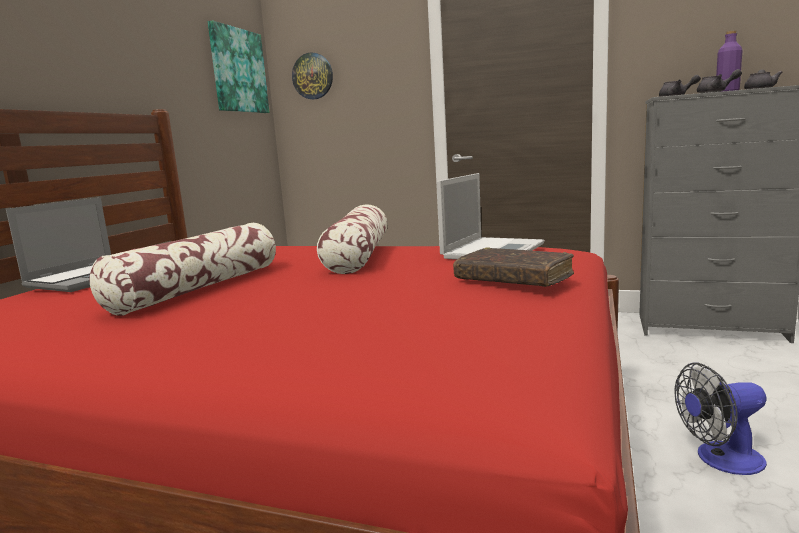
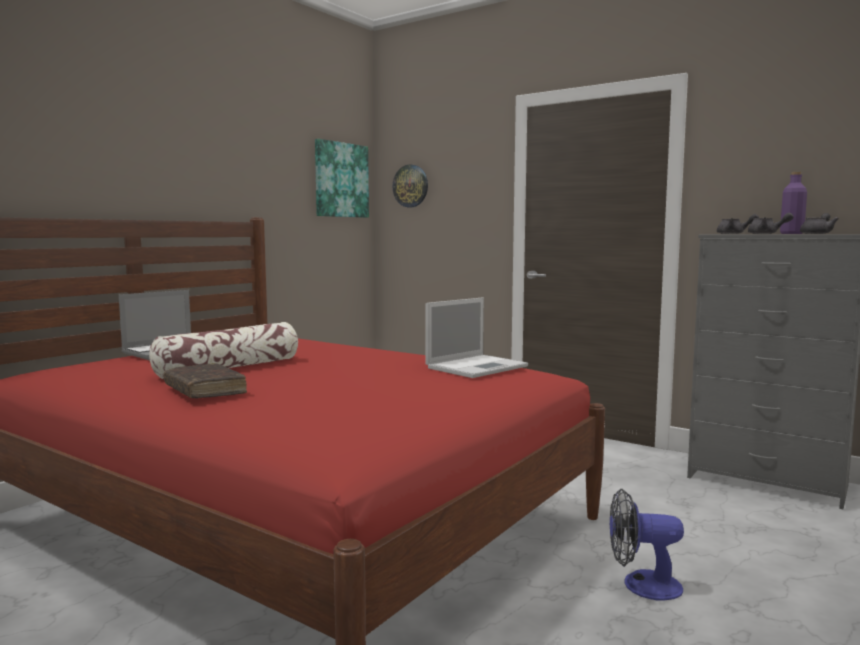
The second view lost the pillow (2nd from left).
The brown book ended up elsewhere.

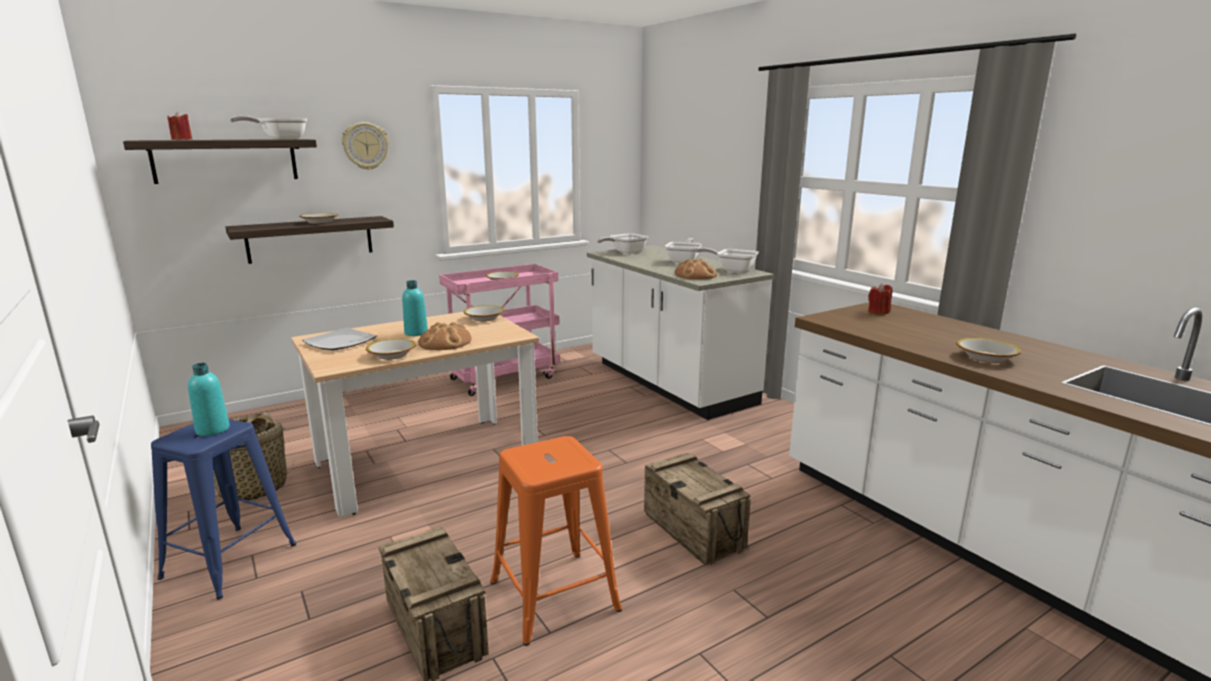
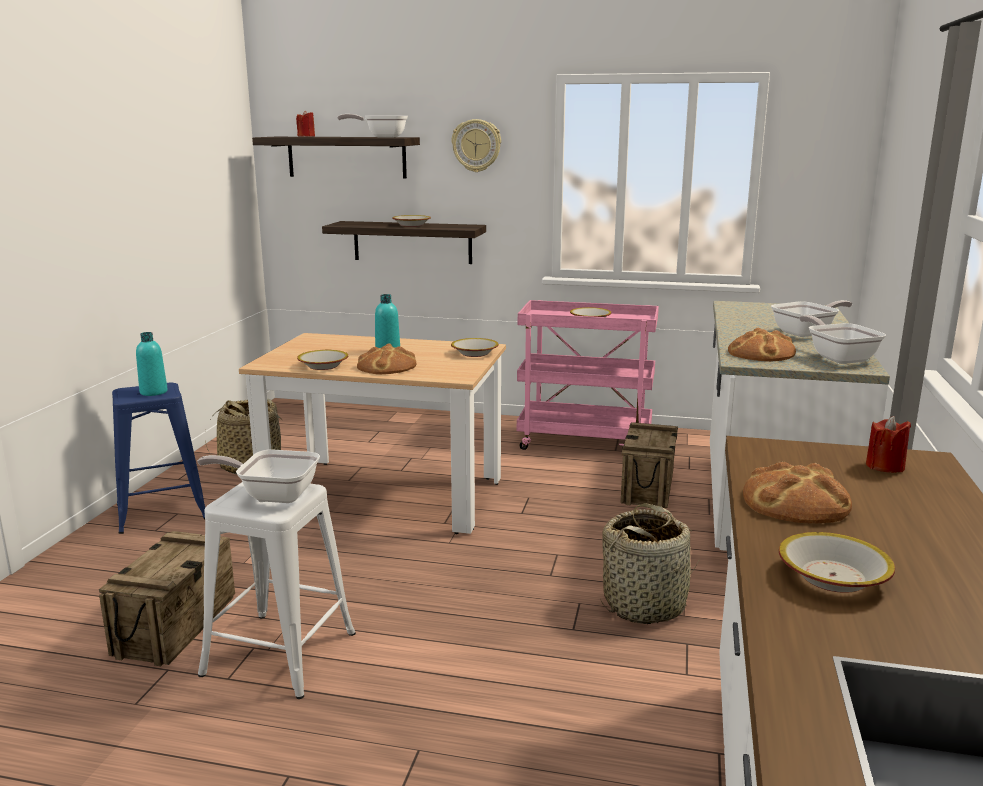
The frying pan (2nd from left in the first image) ended up elsewhere.
The second view lost the plate.
What was the orange stool turned into the white stool.
The crate (2nd from left) ended up elsewhere.
The second view gained the bread (3rd from left).
The second view gained the basket (2nd from left).

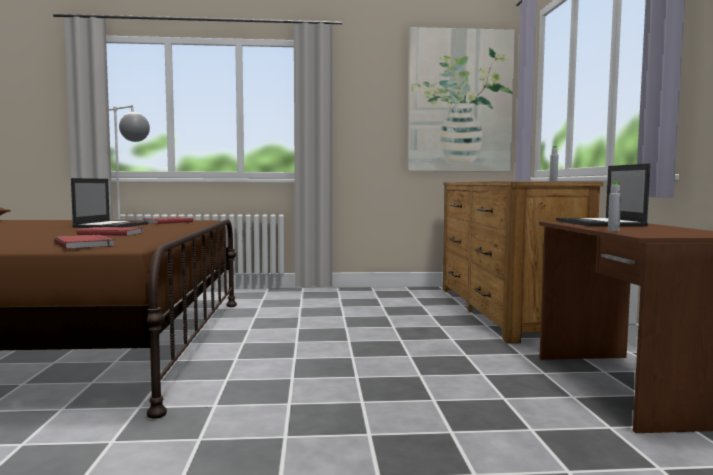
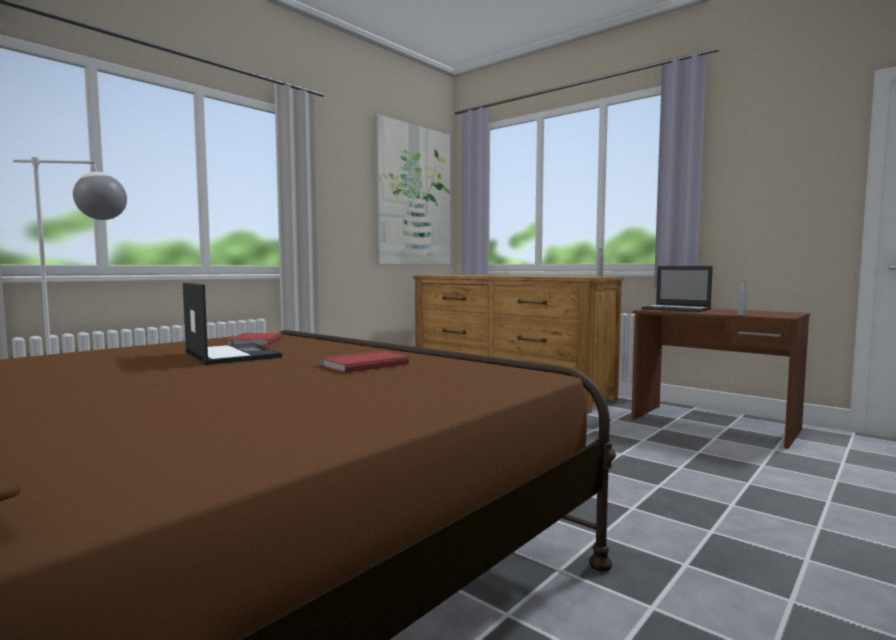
The second view lost the red book (1st from left).

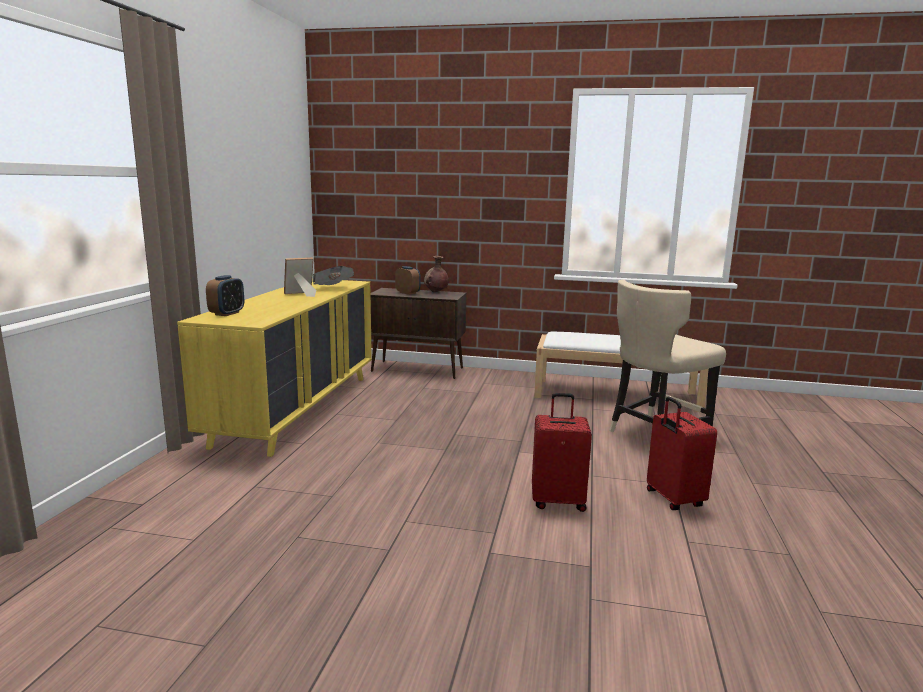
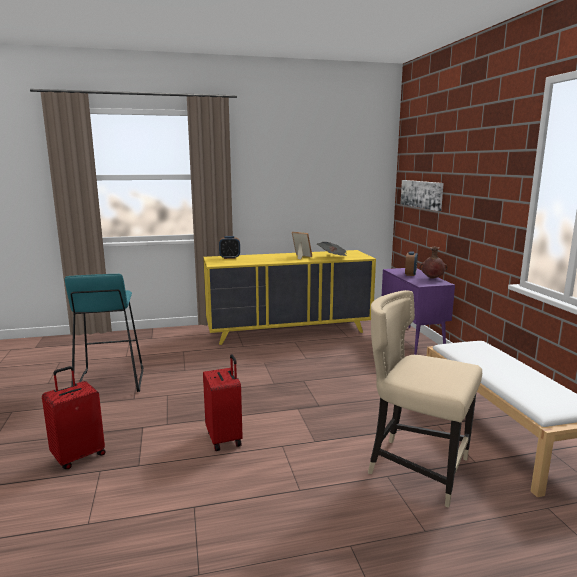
What was the brown cabinet turned into the purple cabinet.
The red suitcase (2nd from left in the first image) ended up elsewhere.
The second view gained the picture.
The second view gained the turquoise stool.

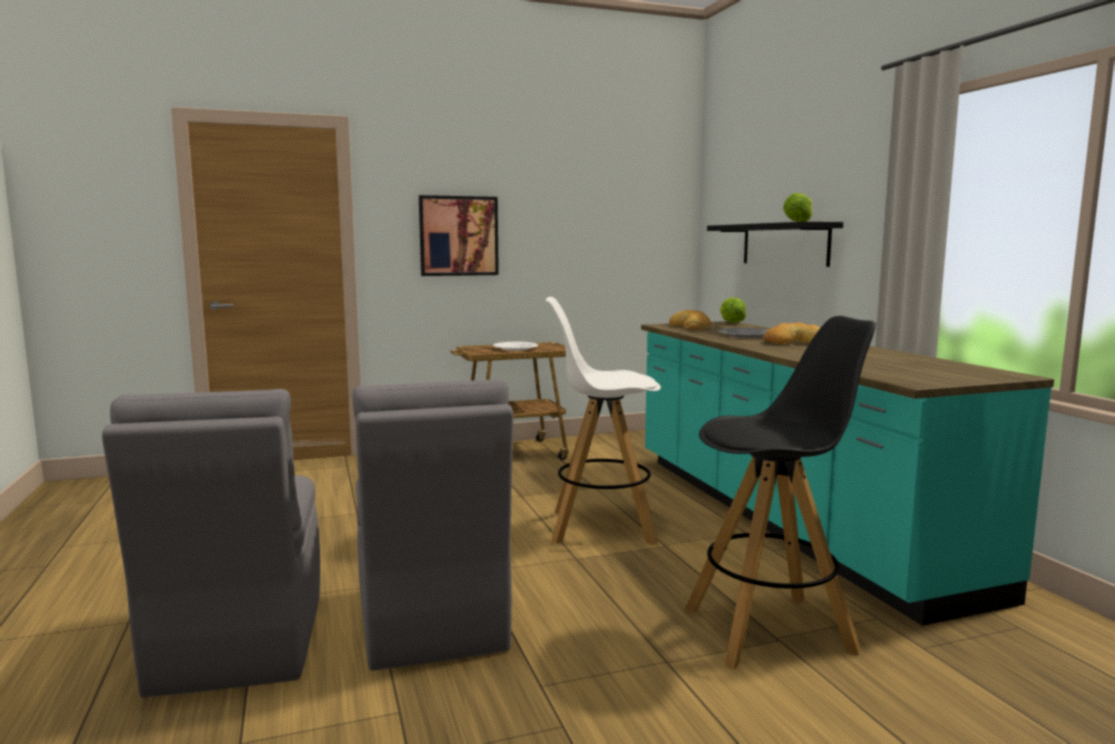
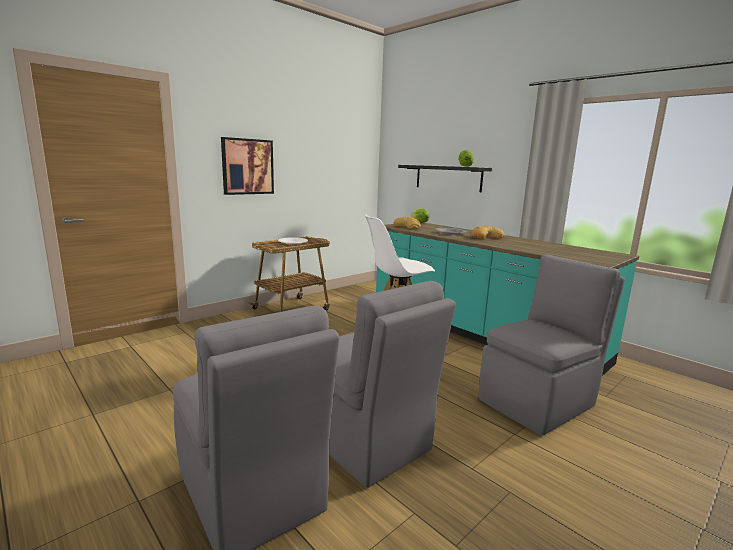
Where the black stool stood, the grey chair (3rd from left) came to stand.

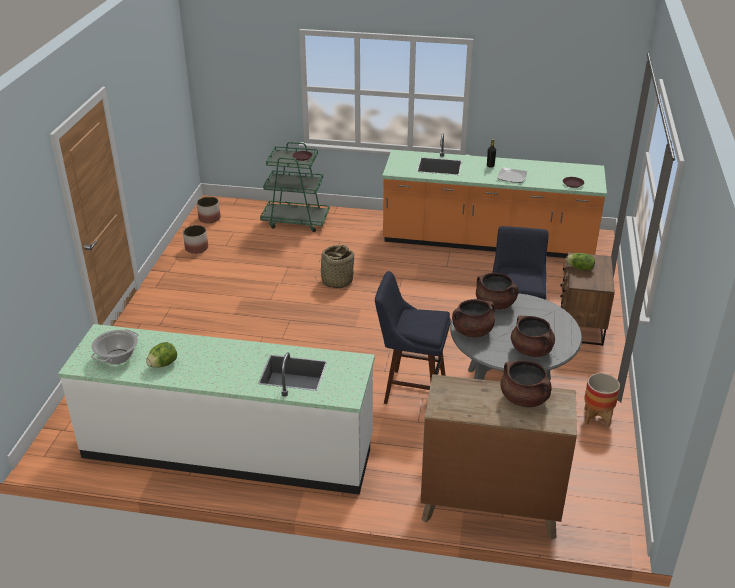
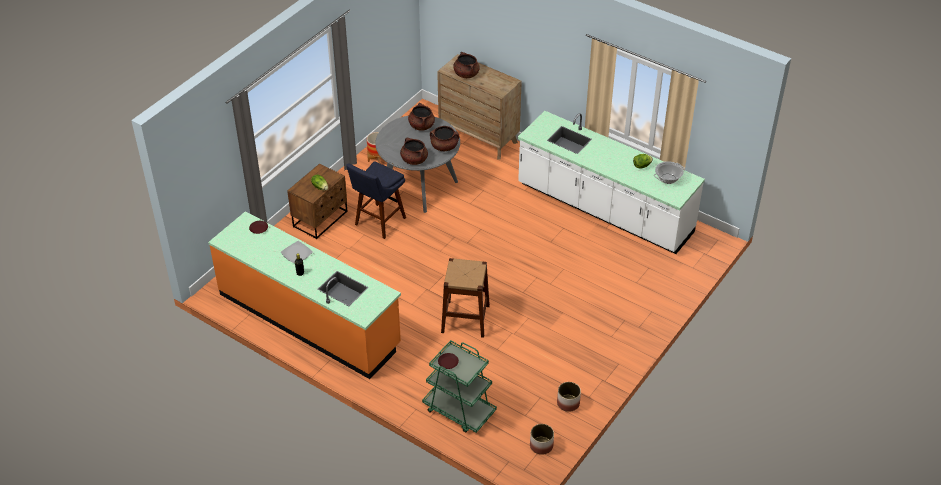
Where the basket stood, the brown stool came to stand.
The second view lost the blue stool (1st from left).

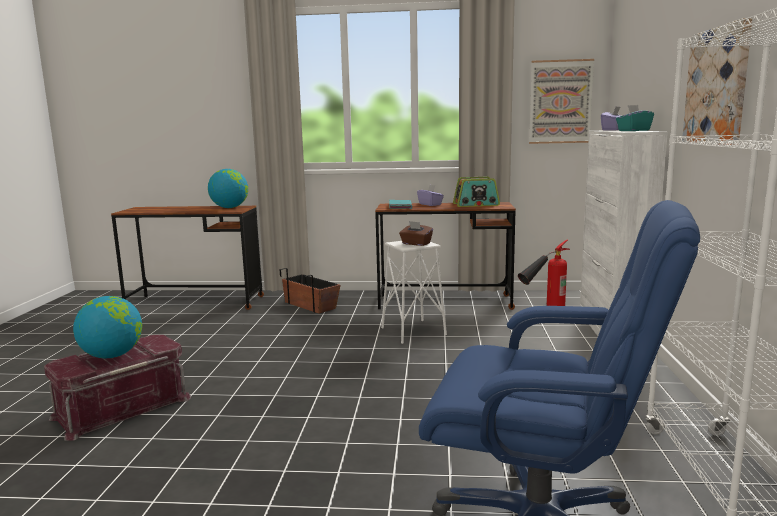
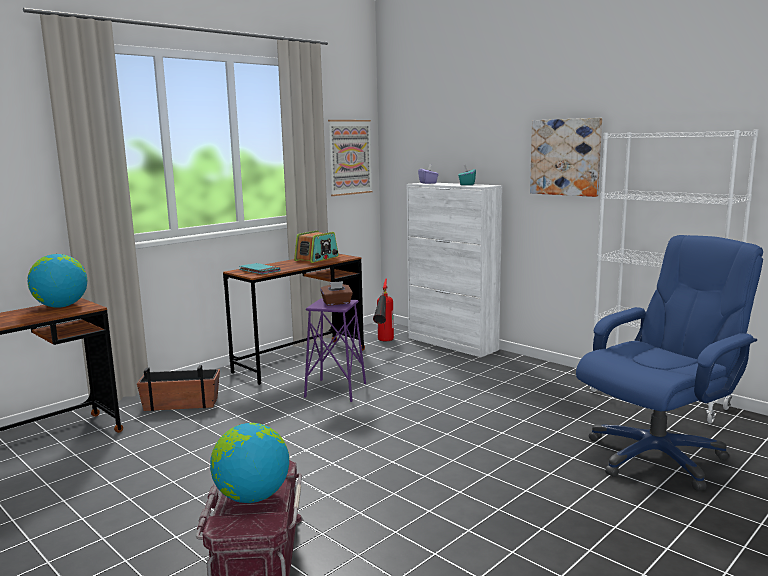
The second view lost the purple tissue box (1st from left).
What was the white stool turned into the purple stool.

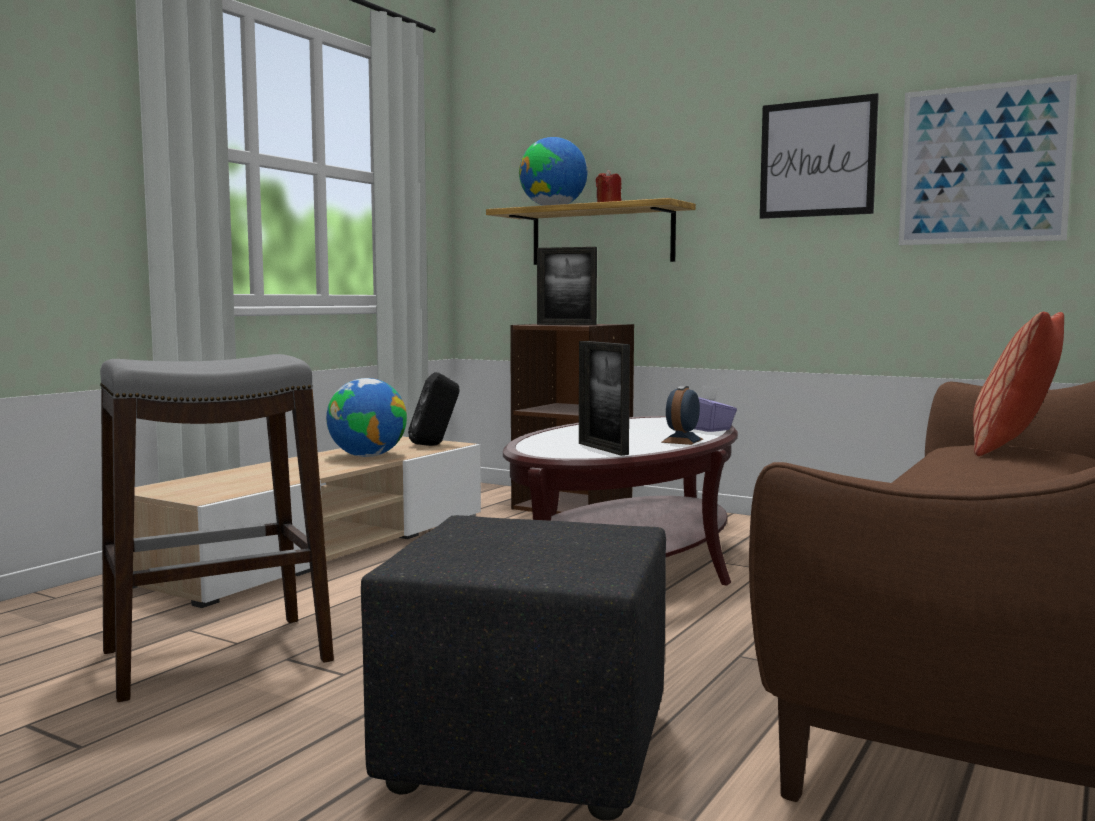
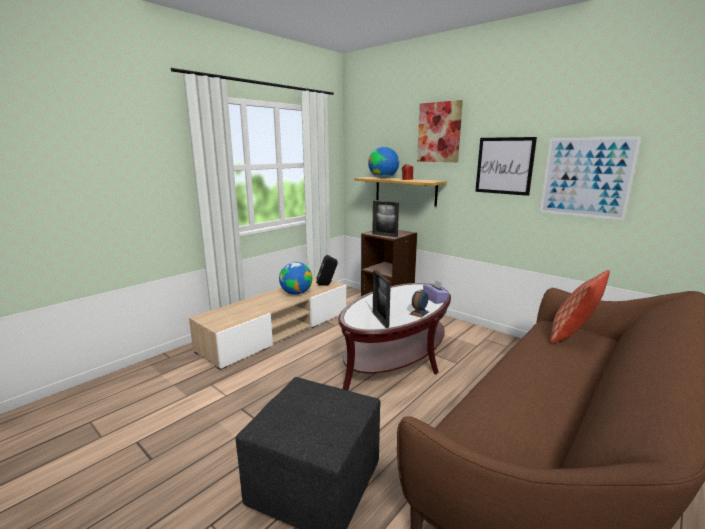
The second view lost the grey stool.
The second view gained the picture (1st from left).

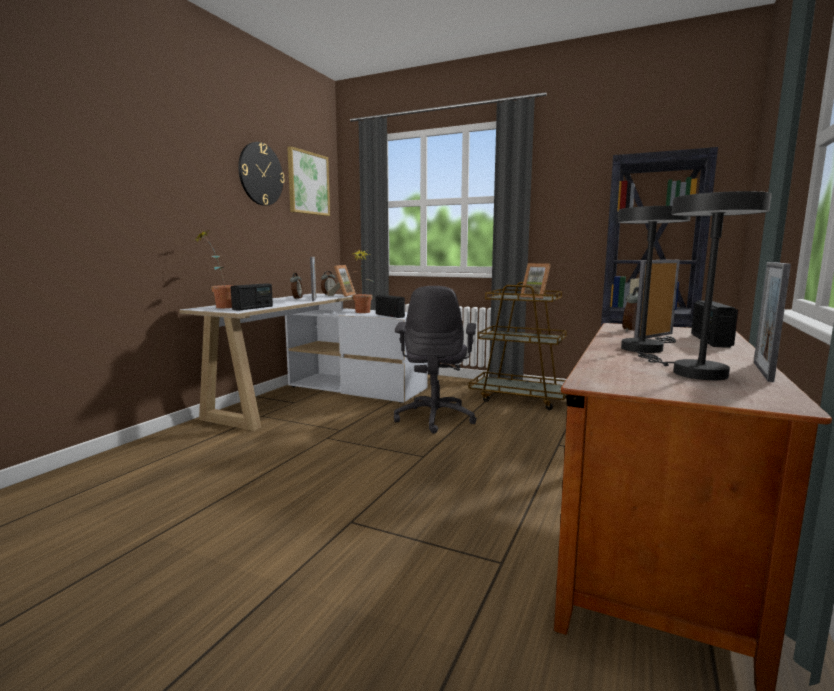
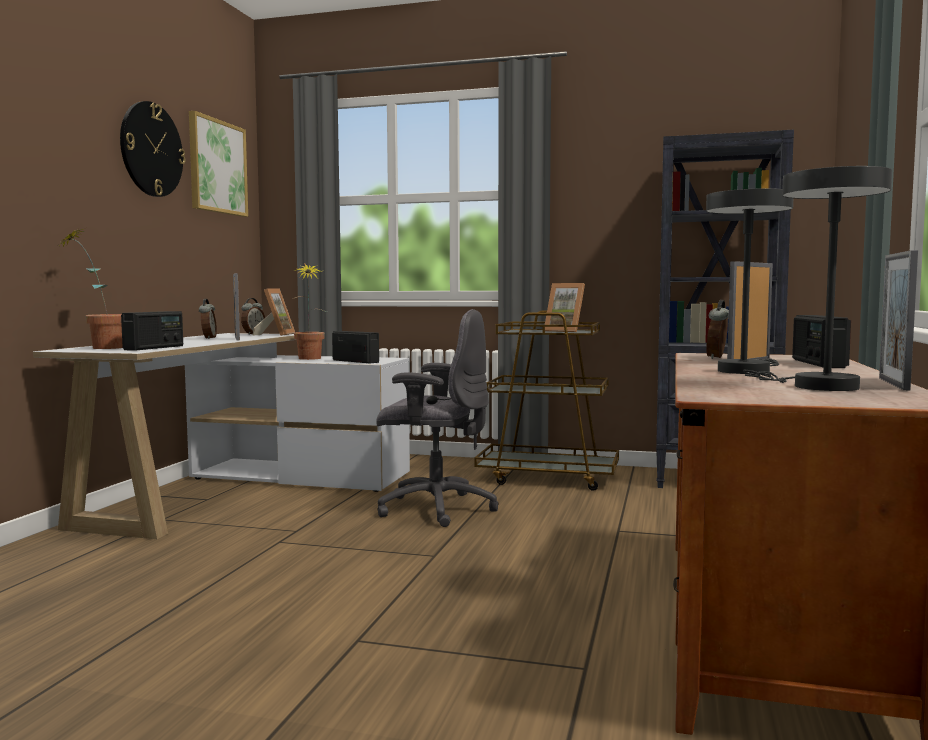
The grey office chair ended up facing another way, 75 degrees counterclockwise from before.

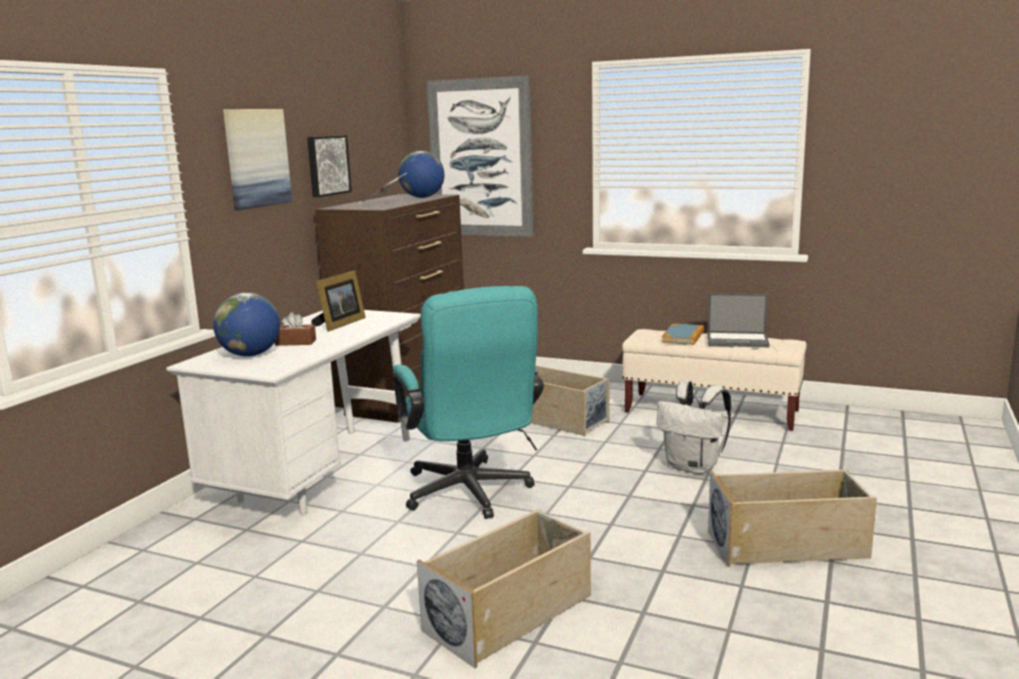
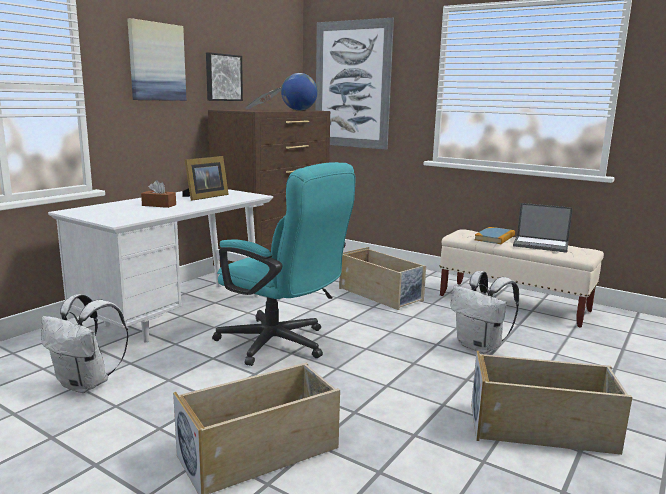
The turquoise office chair ended up facing another way, 45 degrees counterclockwise from before.
The second view lost the globe (1st from left).
The second view gained the white backpack (1st from left).

